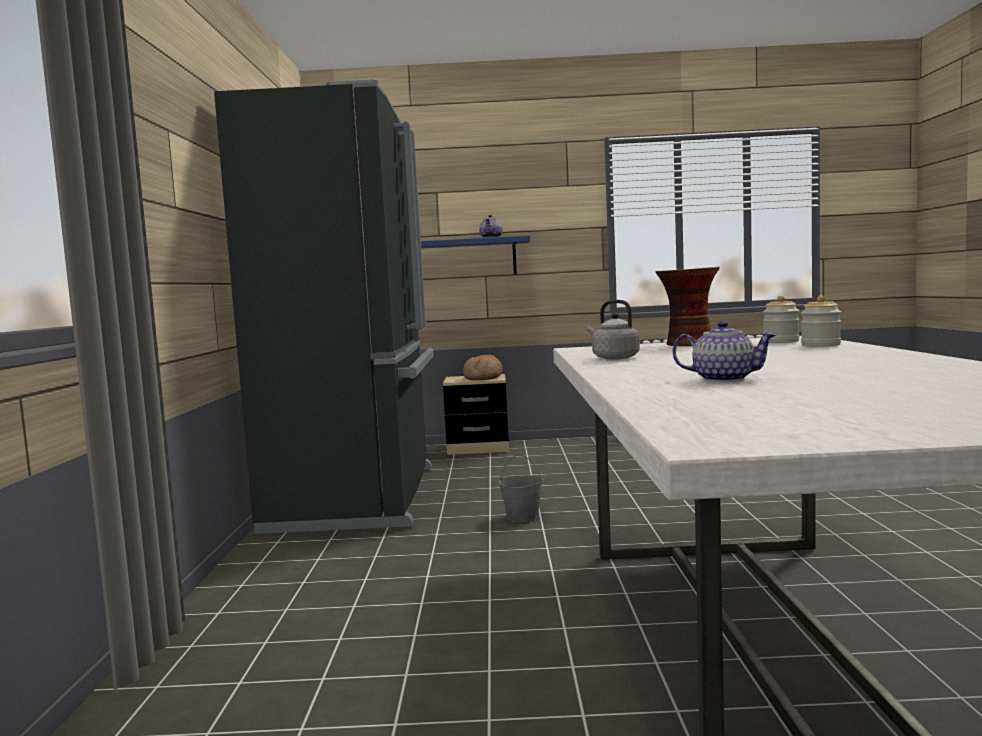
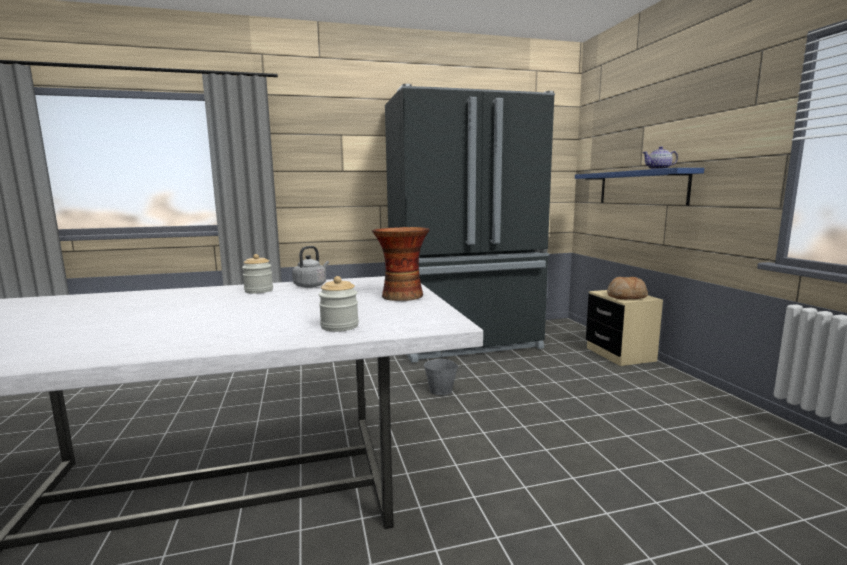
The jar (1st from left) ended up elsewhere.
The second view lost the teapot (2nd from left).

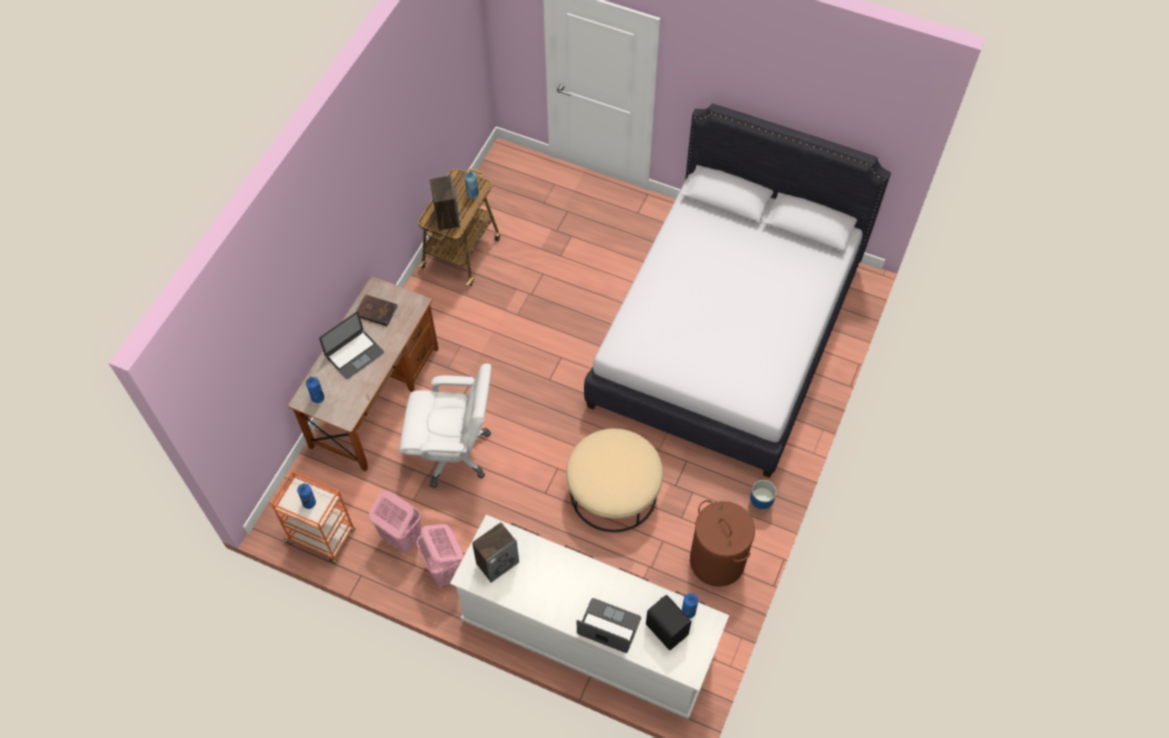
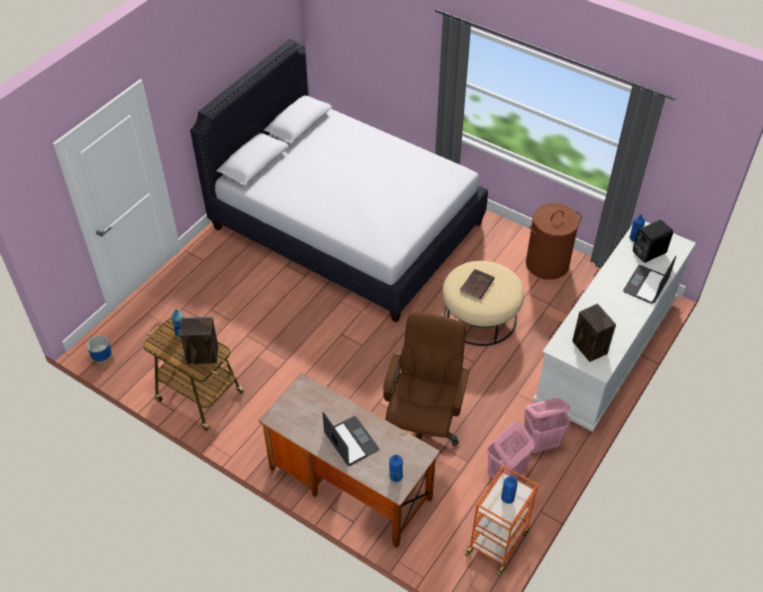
The brown book ended up elsewhere.
What was the white office chair turned into the brown office chair.
The planter ended up elsewhere.

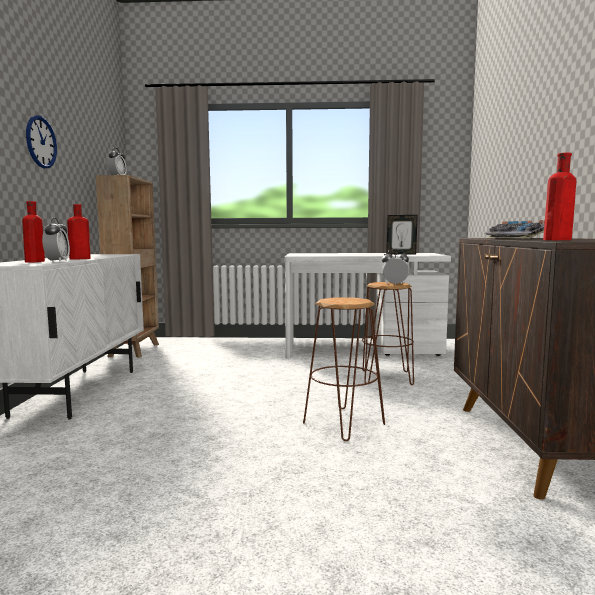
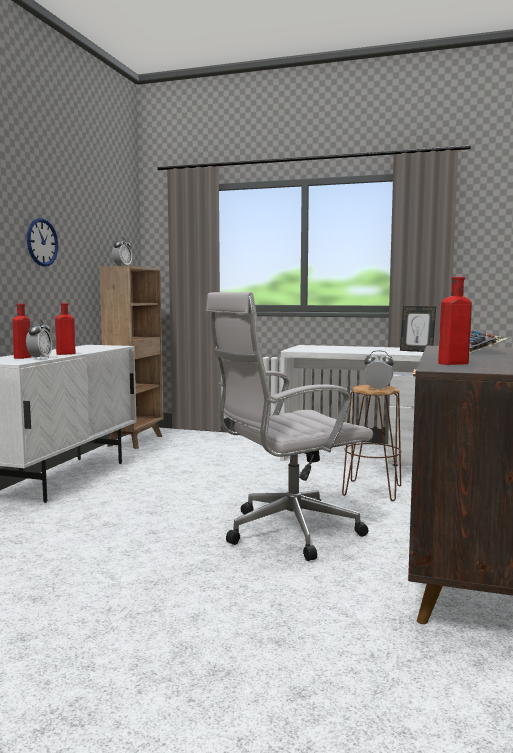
Where the brown stool (1st from left) stood, the white office chair came to stand.

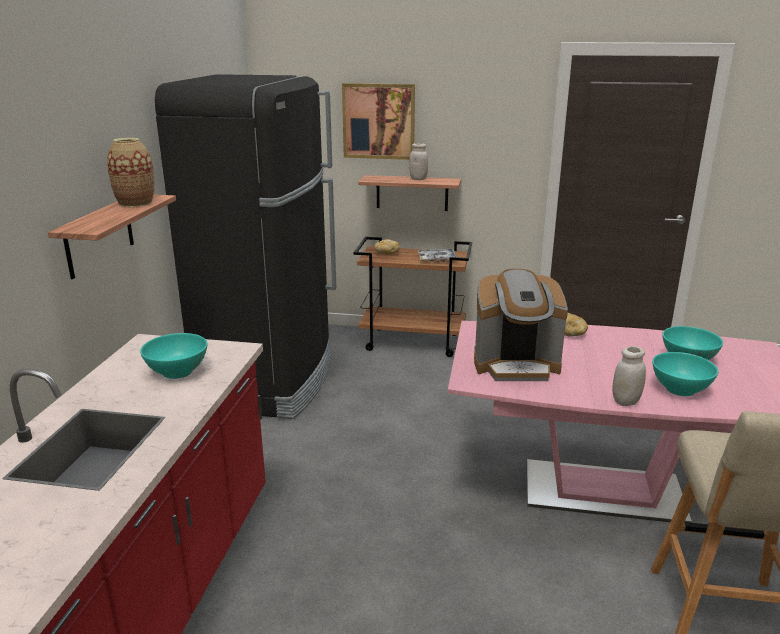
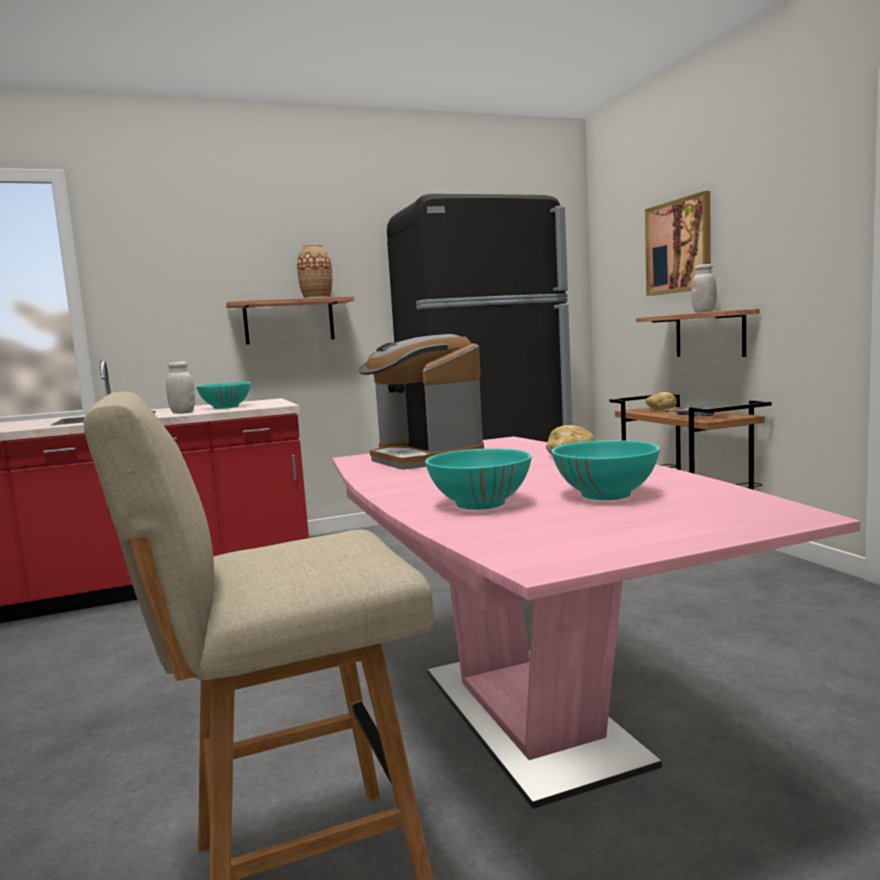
The white jar (2nd from left in the first image) ended up elsewhere.

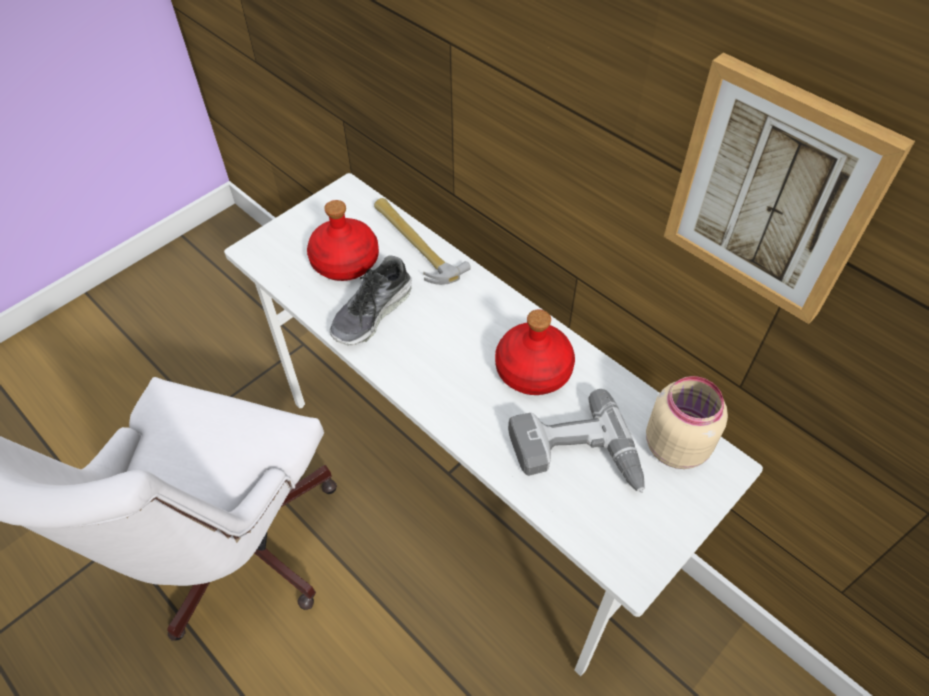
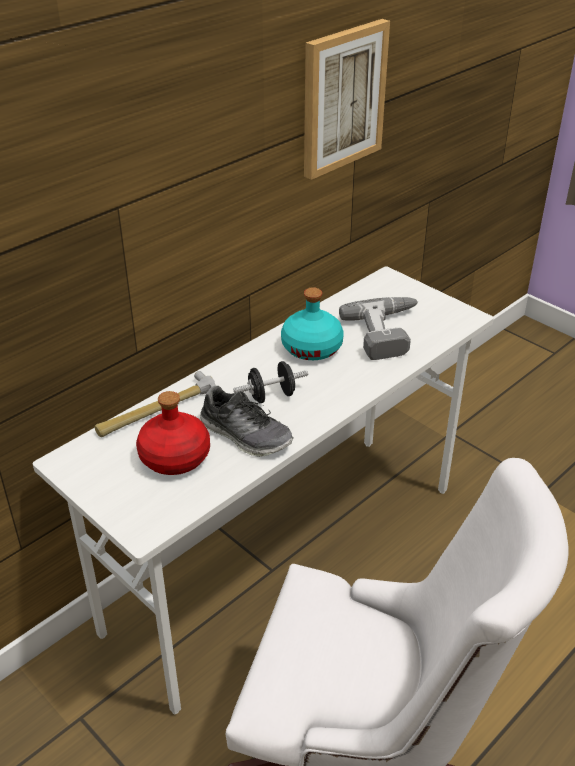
What was the red bottle (2nd from left) turned into the turquoise bottle.
The second view lost the beige jar.
The second view gained the black dumbbell.

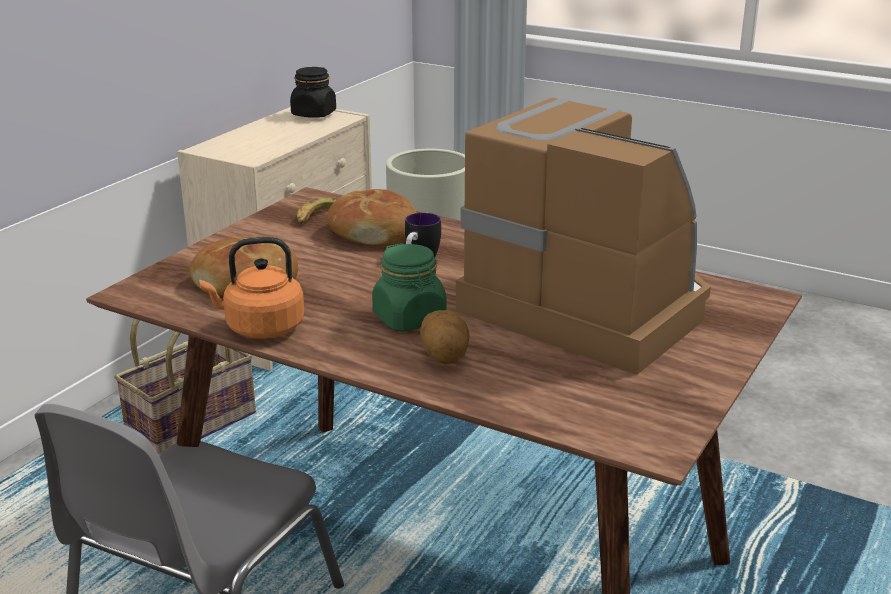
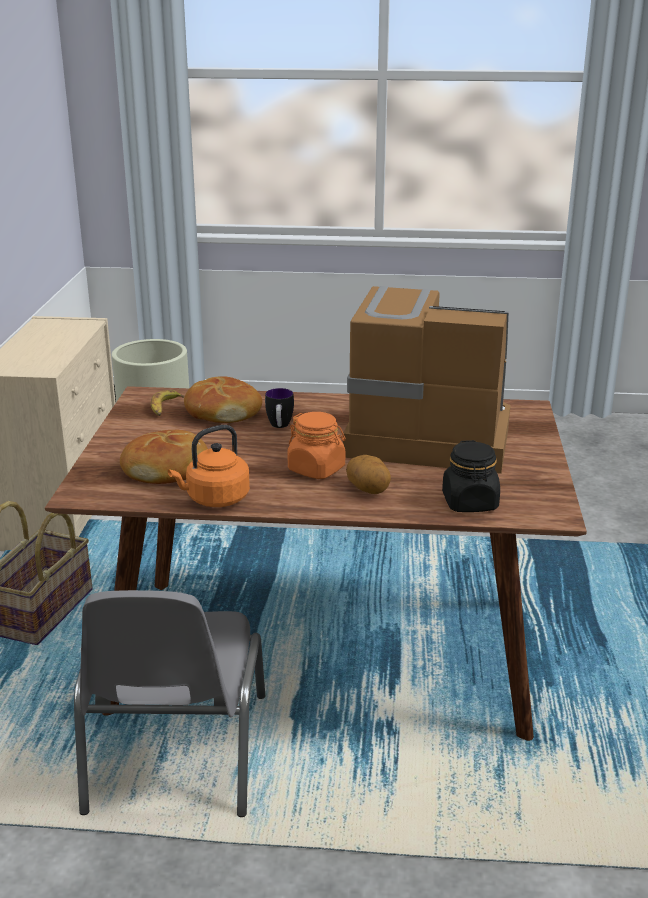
The black jar ended up elsewhere.
What was the green jar turned into the orange jar.

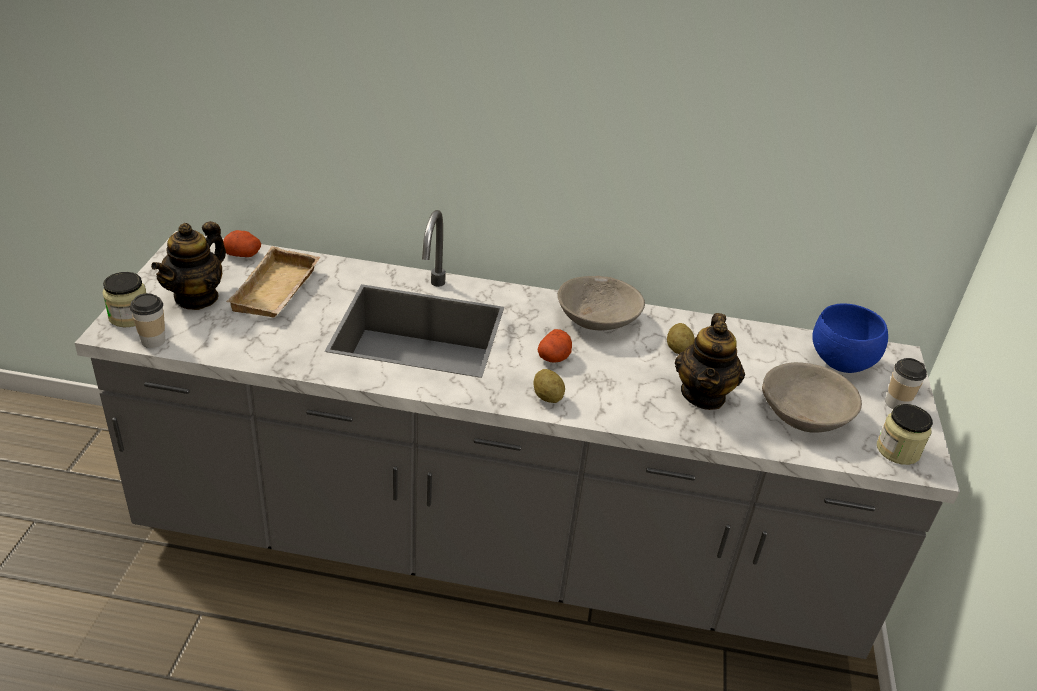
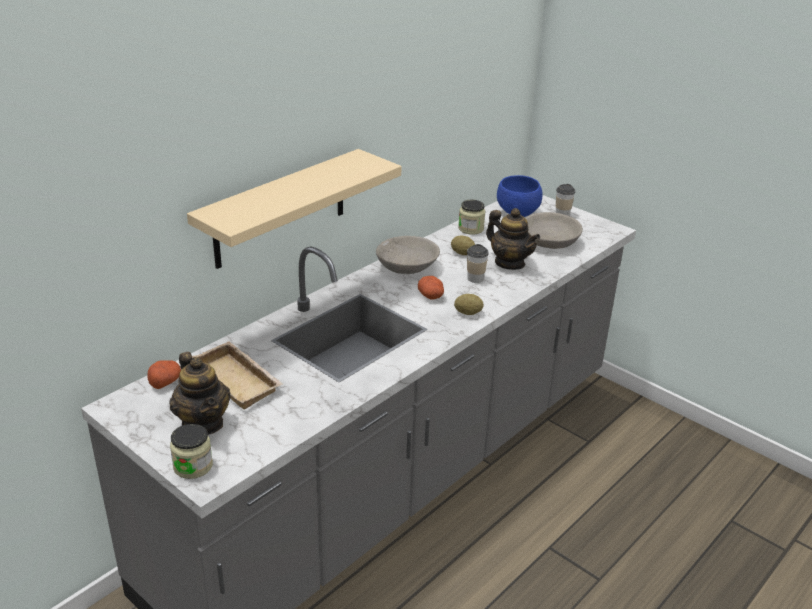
The cup (1st from left) ended up elsewhere.
The jar (2nd from left) ended up elsewhere.
The second view gained the beige shelf.

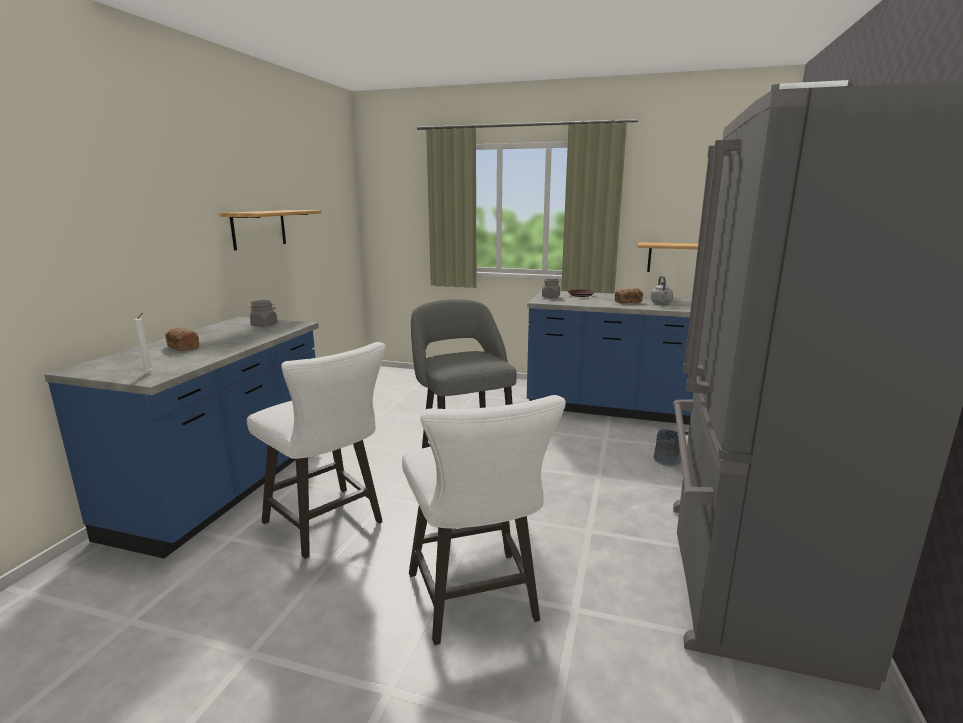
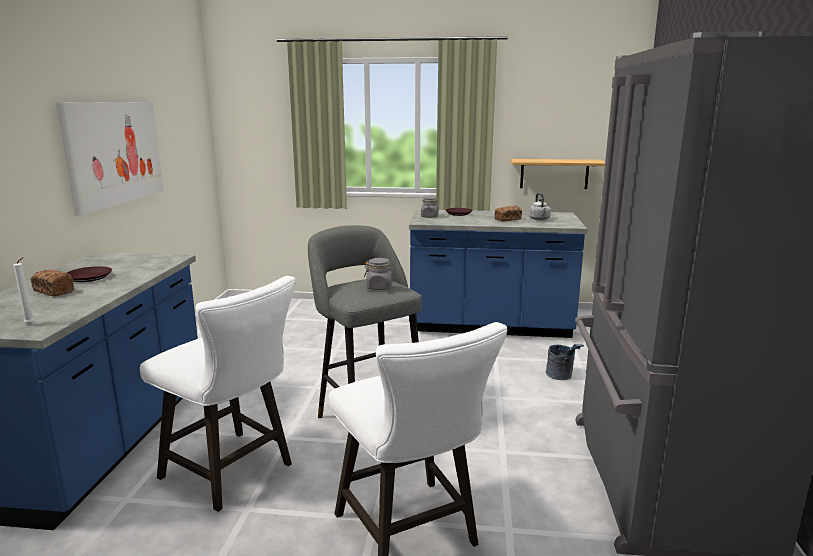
Where the shelf (1st from left) hung, the picture came to hang.
The grey jar (1st from left) ended up elsewhere.
The second view gained the brown plate (1st from left).

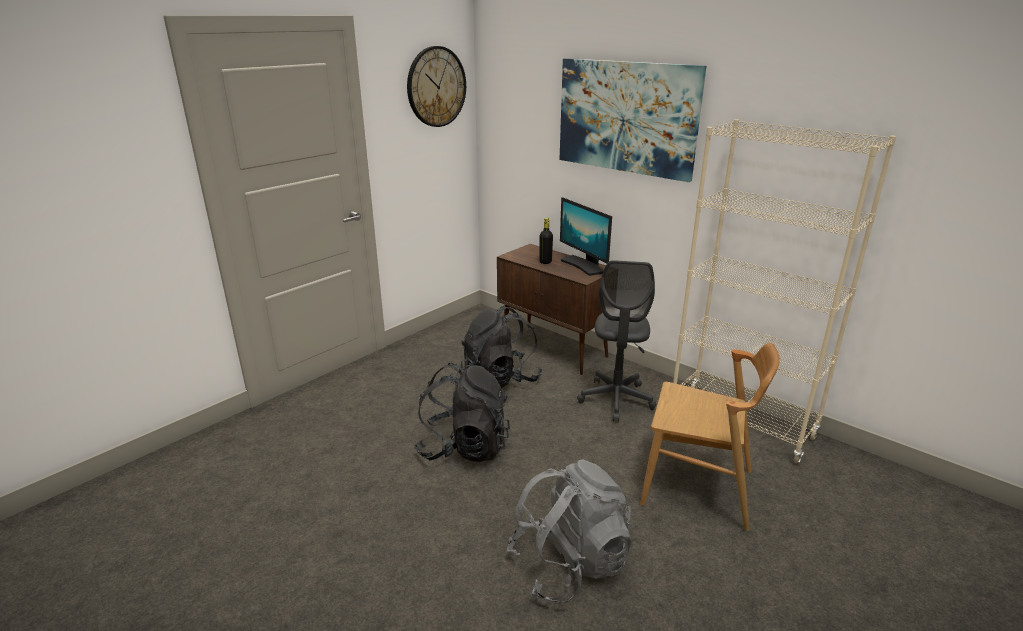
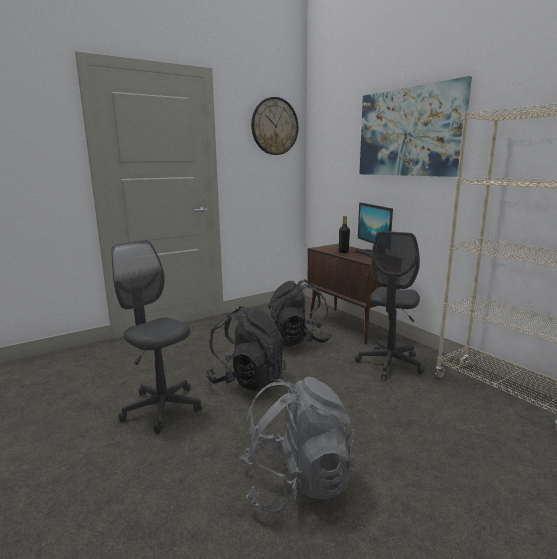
The second view lost the brown chair.
The second view gained the grey office chair (1st from left).

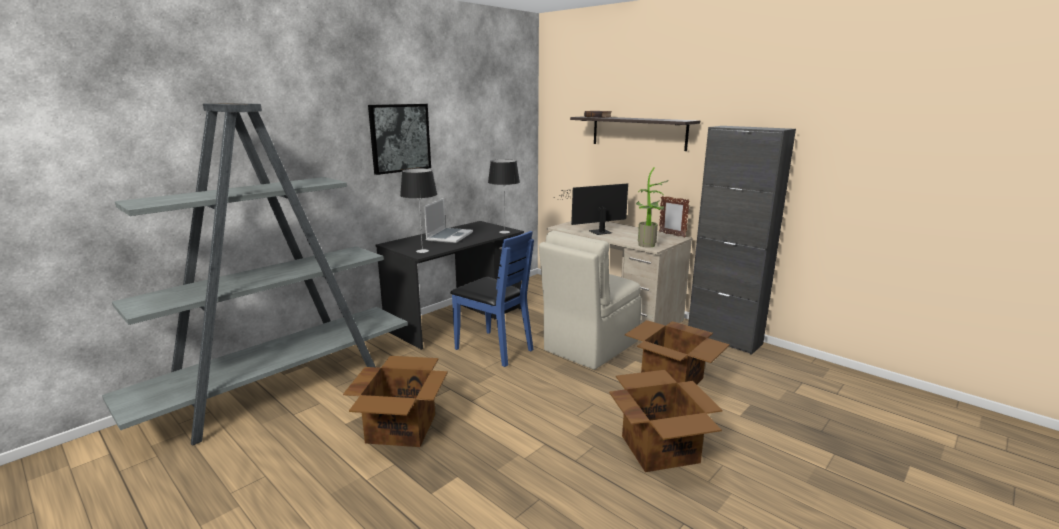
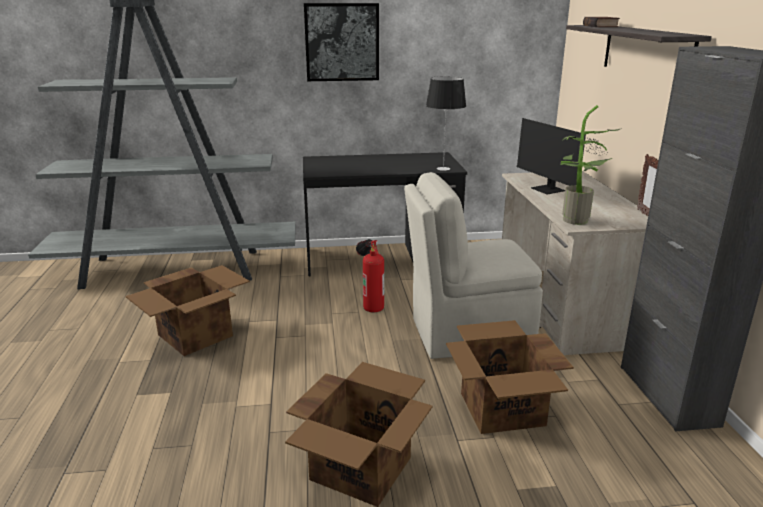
The second view lost the table lamp (1st from left).
The monitor ended up facing another way, 135 degrees counterclockwise from before.
The second view lost the laptop.
Where the blue chair stood, the fire extinguisher came to stand.

